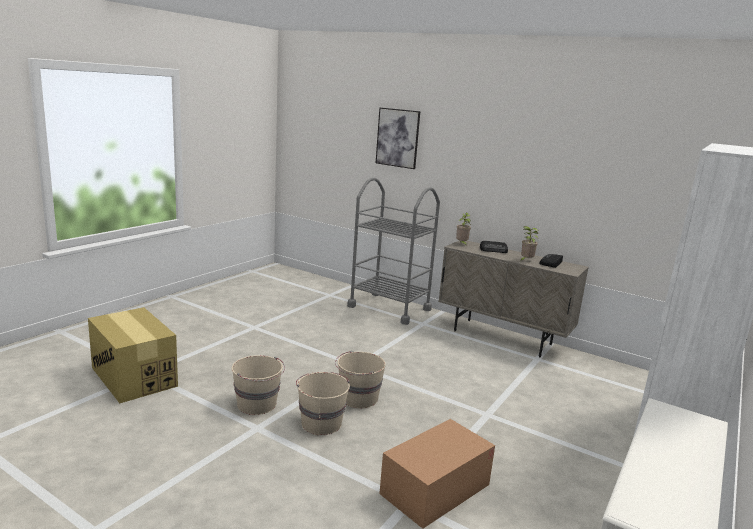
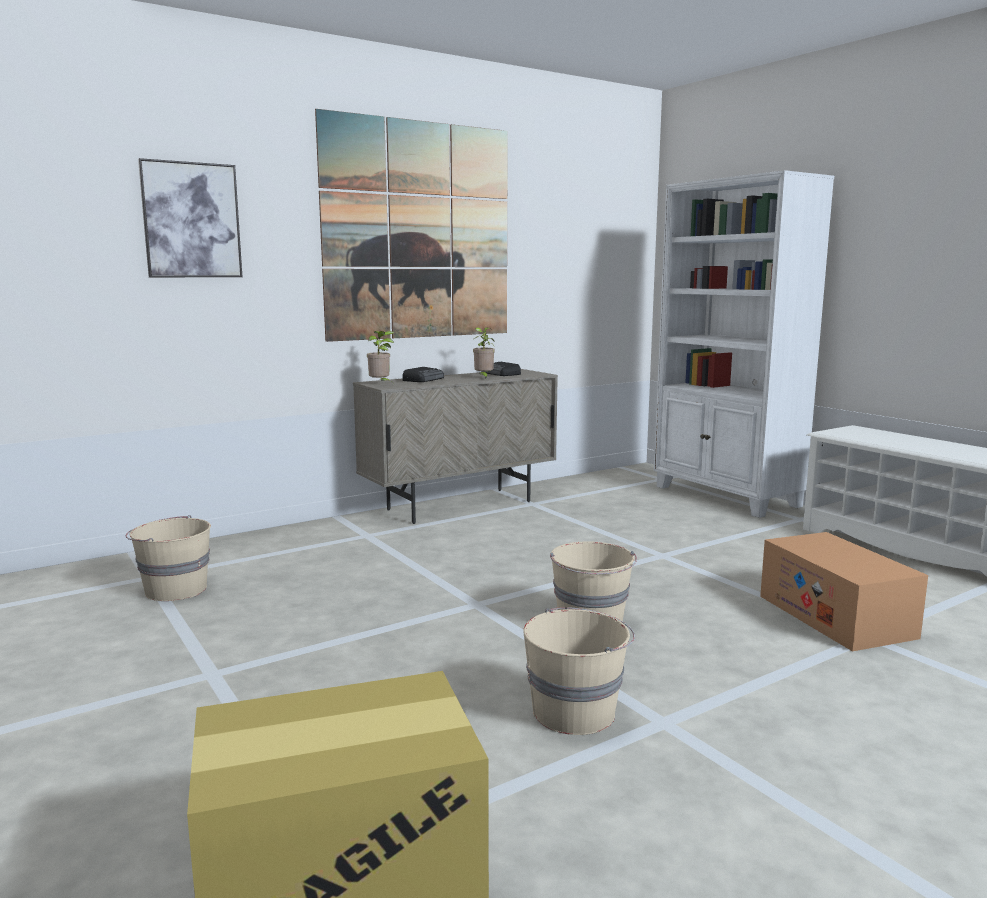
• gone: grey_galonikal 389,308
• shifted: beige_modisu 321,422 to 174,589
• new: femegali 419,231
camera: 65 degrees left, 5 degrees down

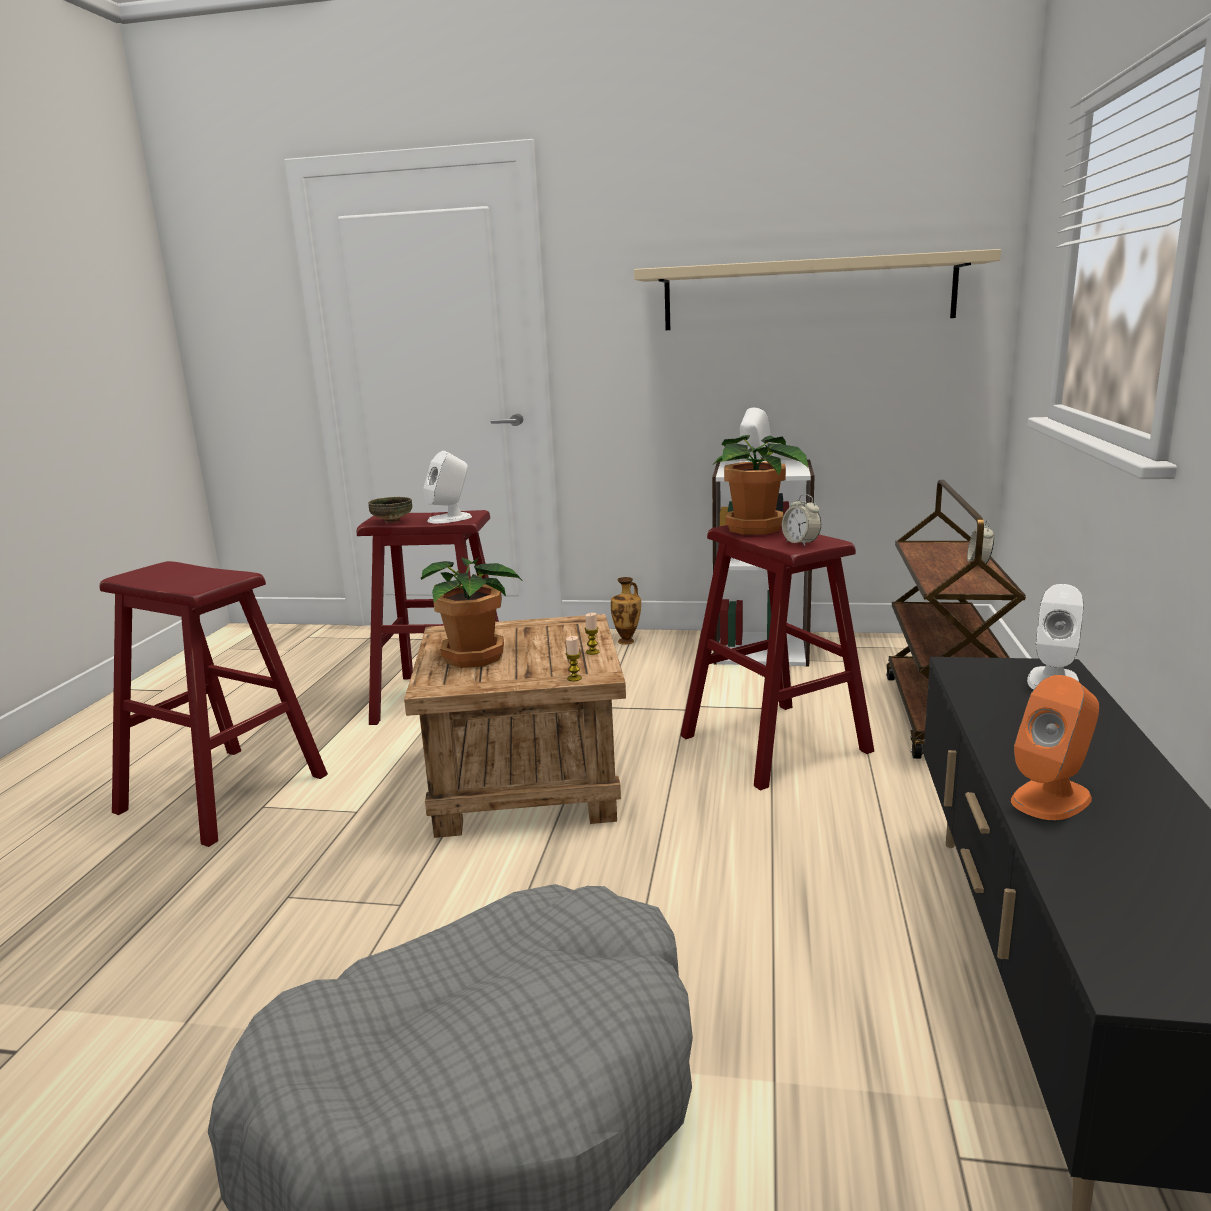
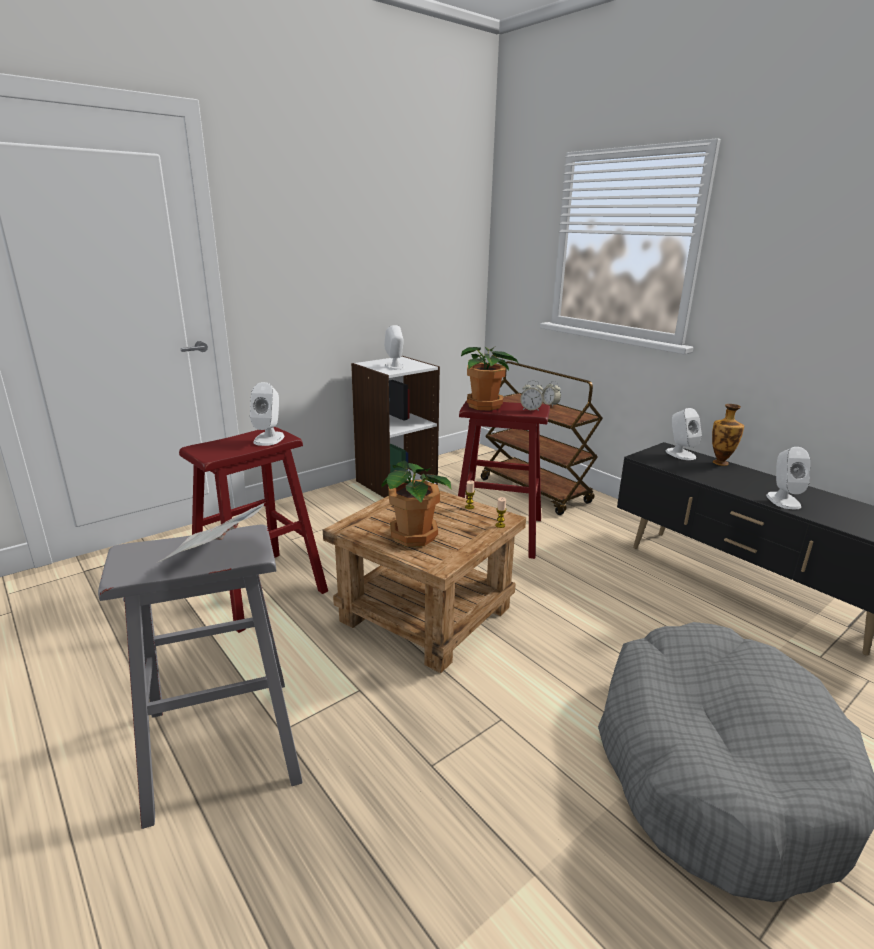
• gone: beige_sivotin 807,293
• gone: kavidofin 391,521
• repainted: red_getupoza 223,793 to grey_getupoza 223,744
• shifted: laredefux 627,641 to 720,462
• repainted: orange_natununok 1051,798 to white_natununok 783,500
• new: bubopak 217,557
camera: 50 degrees left, 5 degrees up

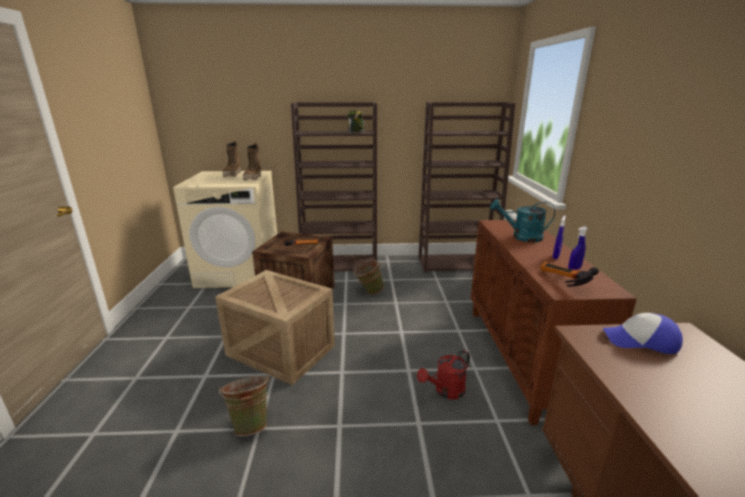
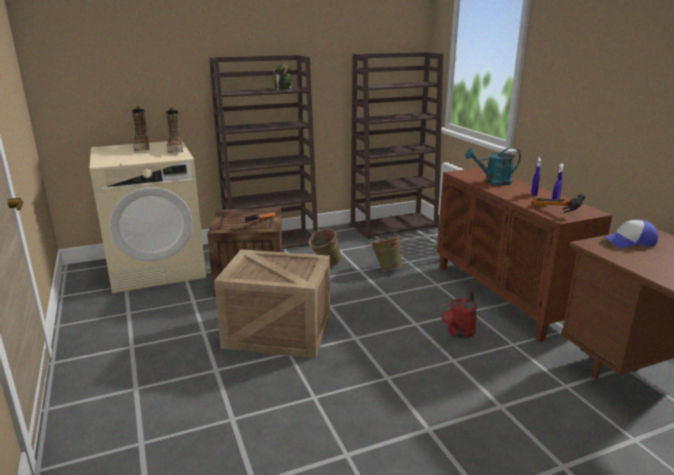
• shifted: green_modisu 251,423 to 386,268
camera: 20 degrees left, 0 degrees up

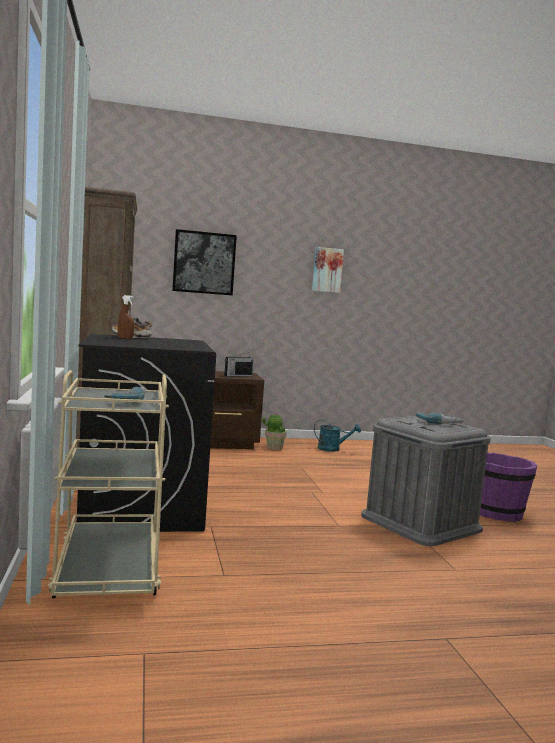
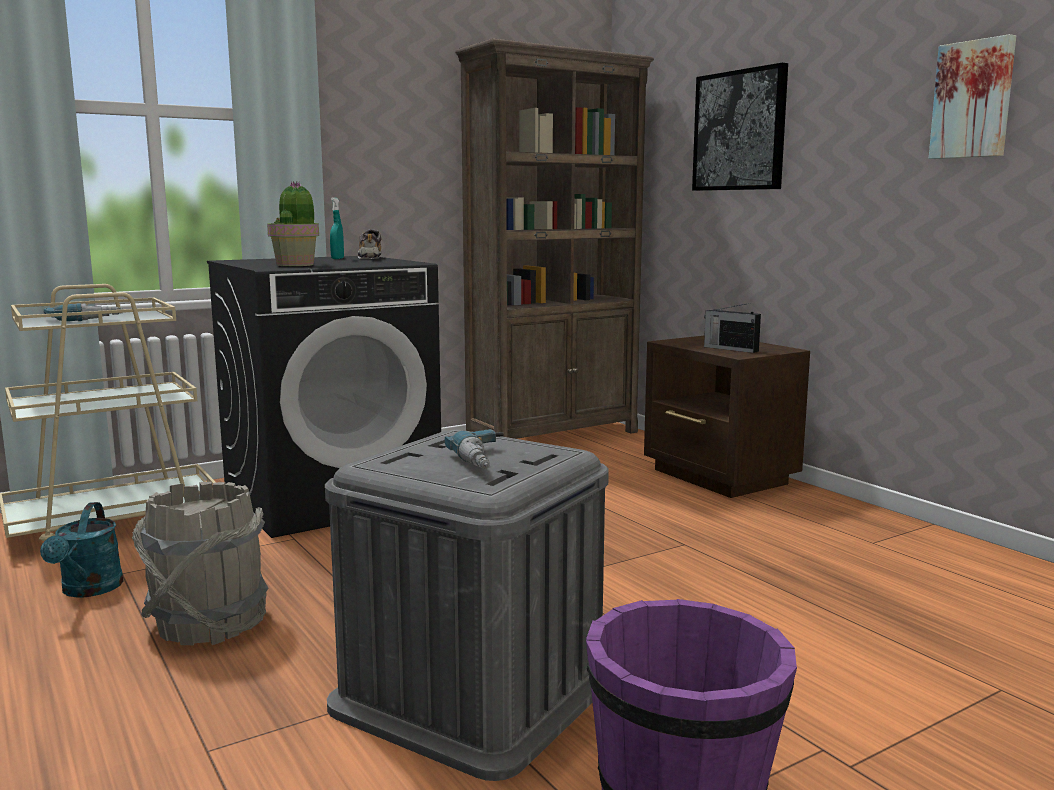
• repainted: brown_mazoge 125,338 to turquoise_mazoge 337,259
• shifted: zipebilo 274,447 to 296,265
• shifted: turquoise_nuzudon 333,449 to 89,590
• new: grey_modisu 209,624
camera: 70 degrees right, 5 degrees up

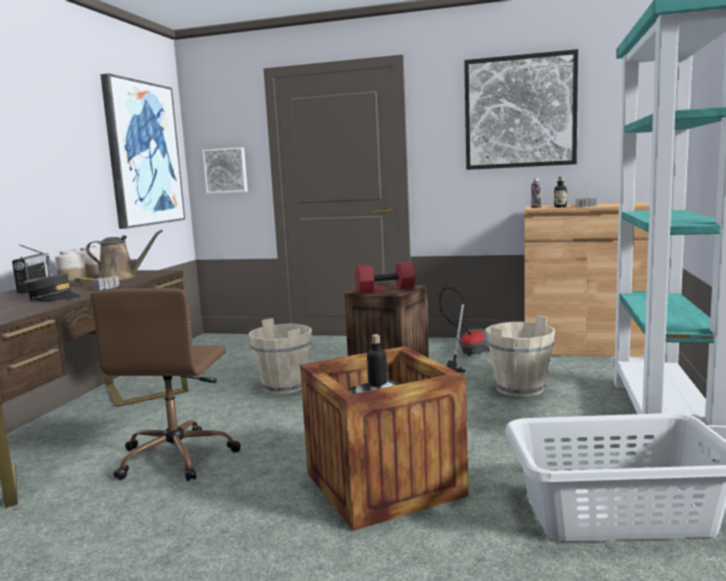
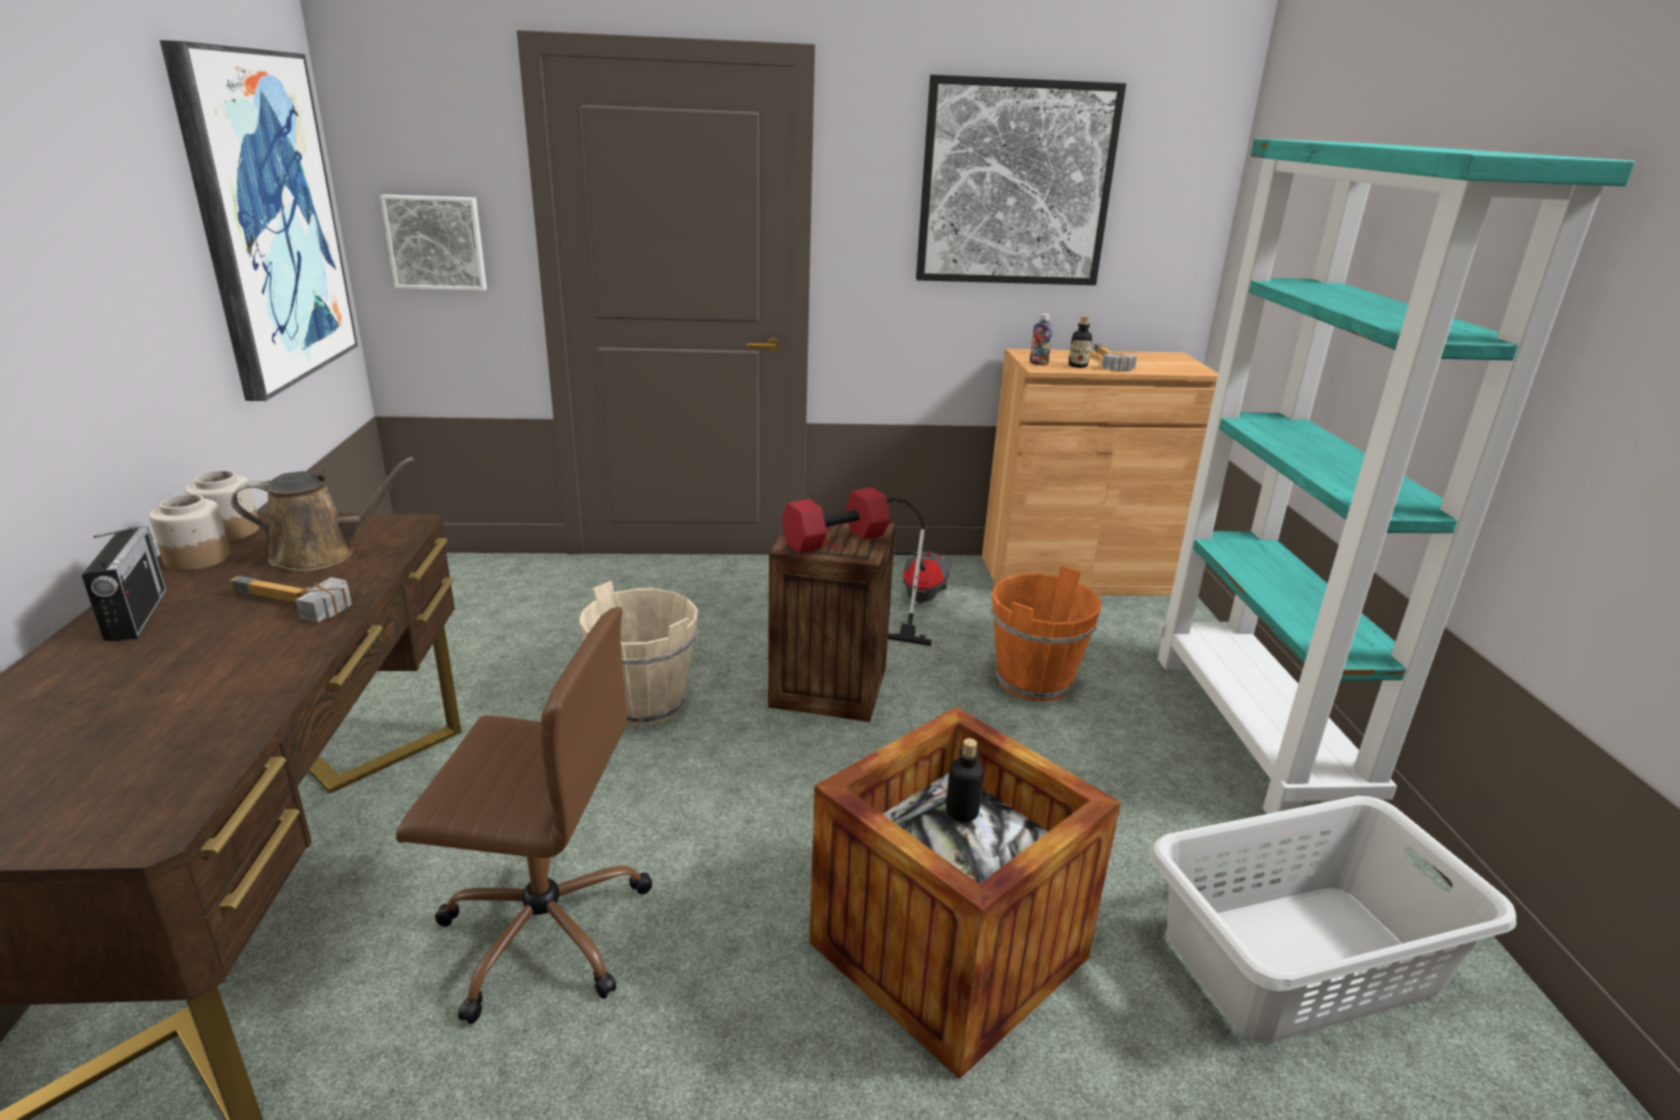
• gone: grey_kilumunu 53,298
• rotated: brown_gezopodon 177,456 = 541,929 75 degrees counterclockwise
• repainted: beige_modisu 520,388 to orange_modisu 1034,681
camera: 20 degrees left, 15 degrees up

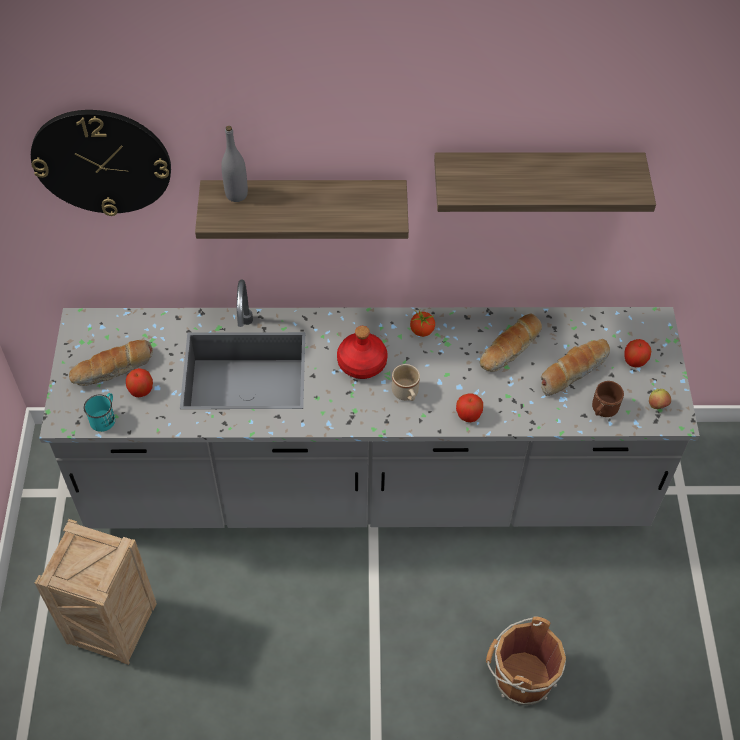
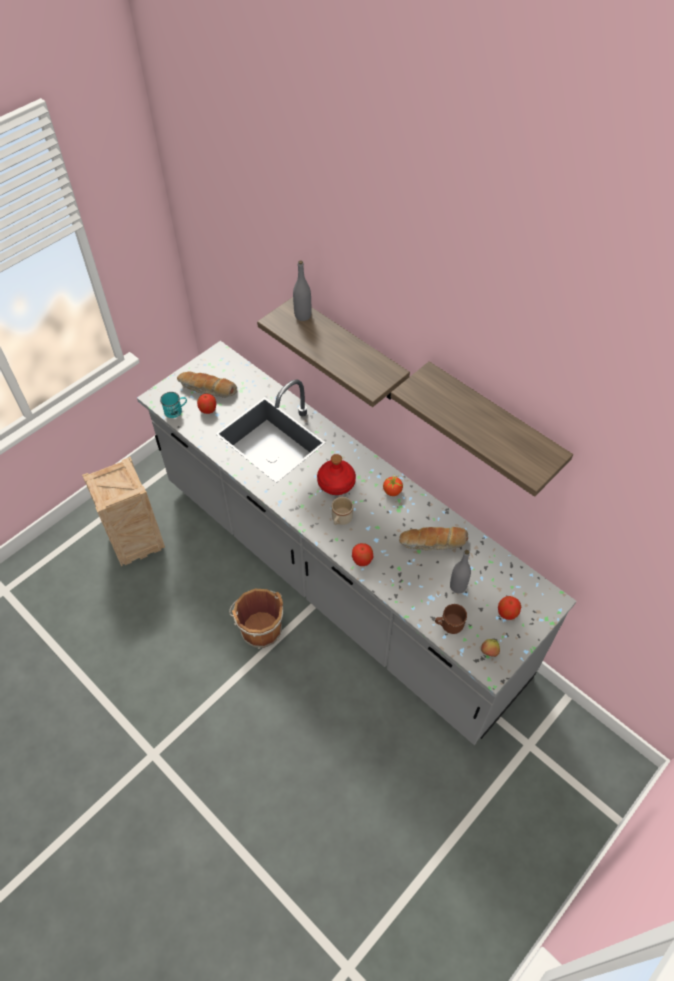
• gone: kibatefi 102,161
• swapped: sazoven 573,371 to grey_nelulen 458,586
• shifted: brown_modisu 520,677 to 260,628
camera: 45 degrees right, 0 degrees up

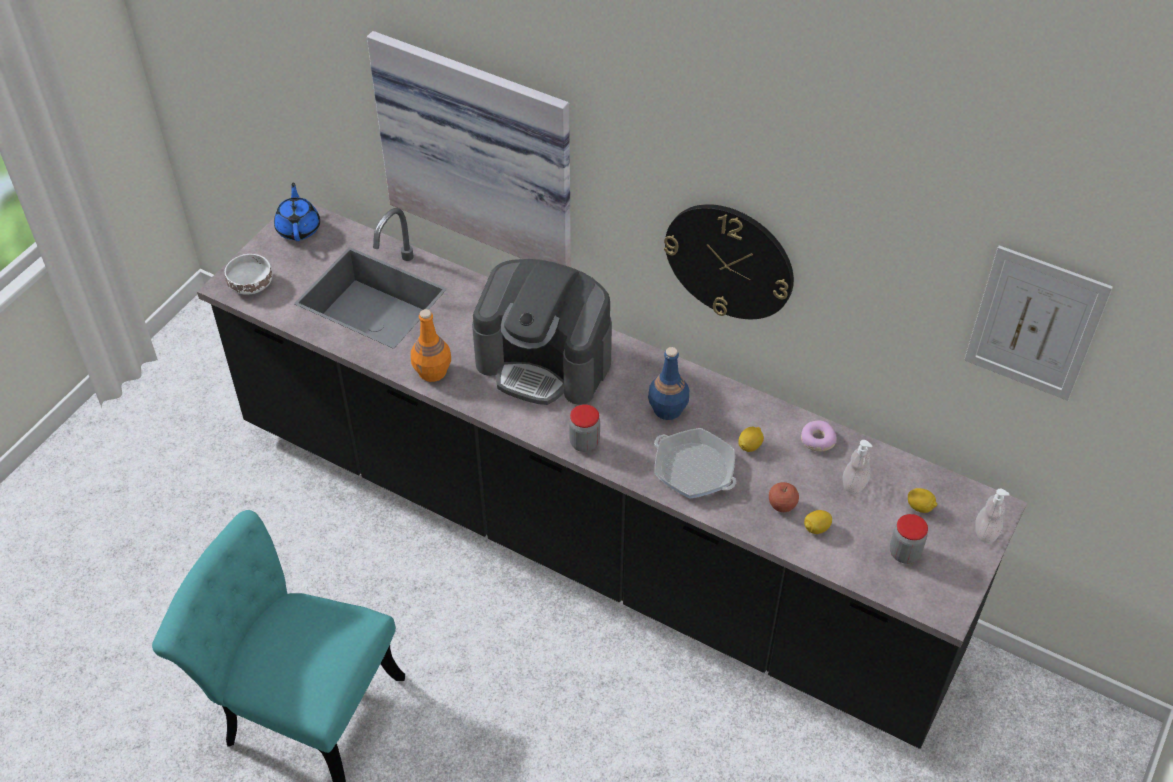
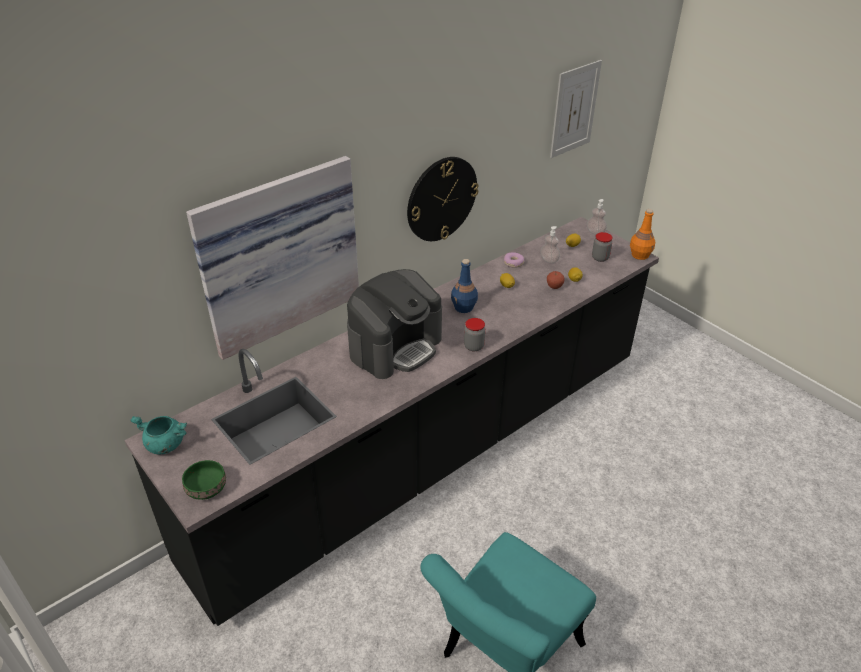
• swapped: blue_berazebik 298,228 to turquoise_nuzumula 164,445
• repainted: white_kavidofin 251,283 to green_kavidofin 206,487
• shifted: orange_nelulen 433,371 to 640,255
• gone: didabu 694,469
camera: 70 degrees left, 10 degrees down

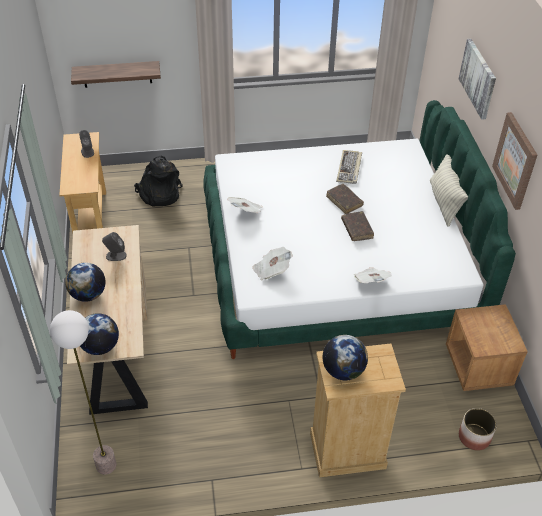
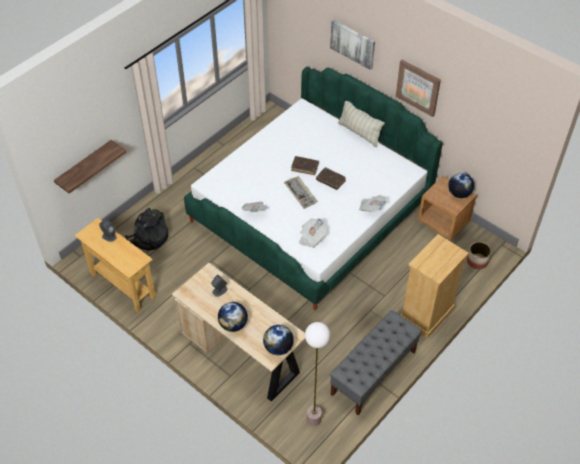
• shifted: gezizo 349,168 to 301,193
• shifted: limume 343,370 to 459,193
• new: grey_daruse 373,373
camera: 40 degrees left, 5 degrees up

